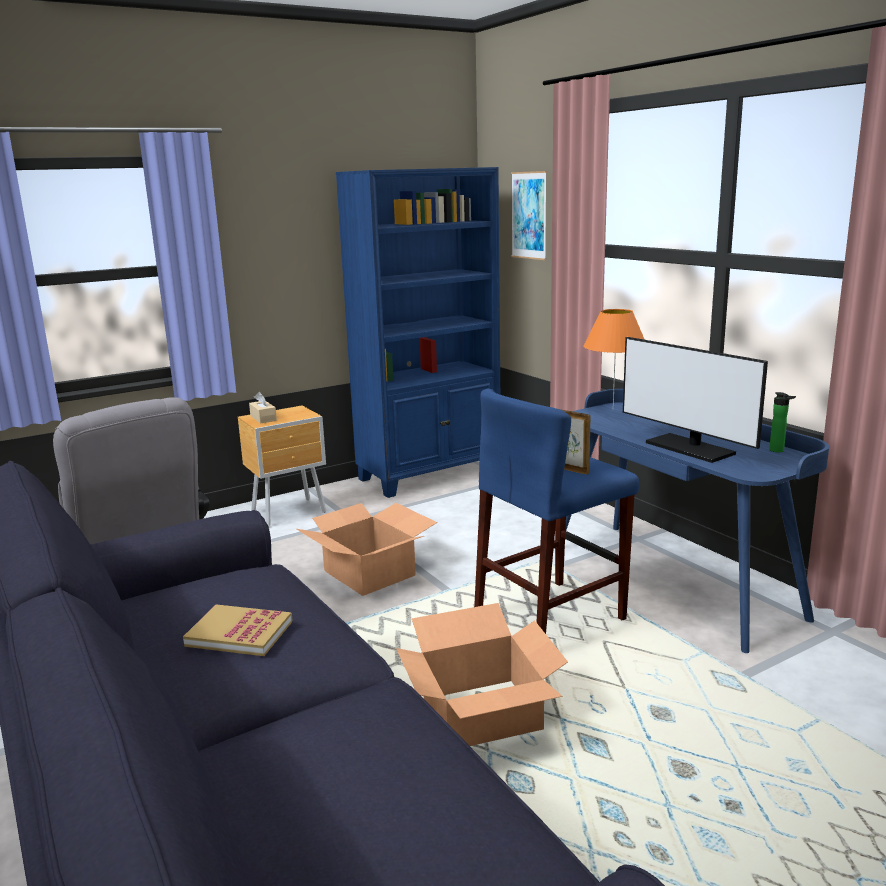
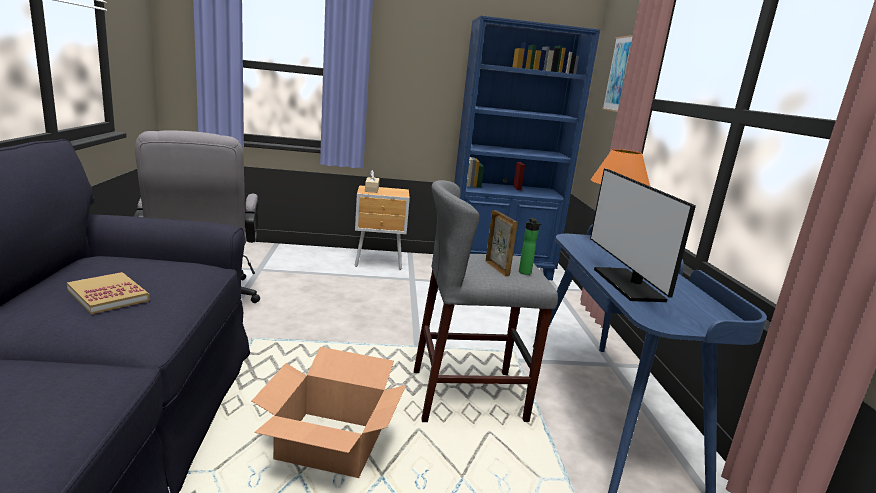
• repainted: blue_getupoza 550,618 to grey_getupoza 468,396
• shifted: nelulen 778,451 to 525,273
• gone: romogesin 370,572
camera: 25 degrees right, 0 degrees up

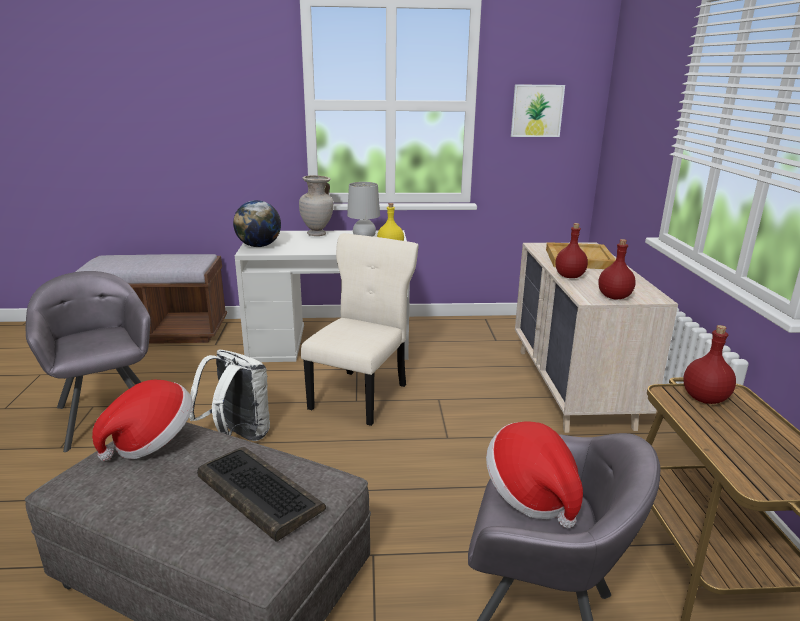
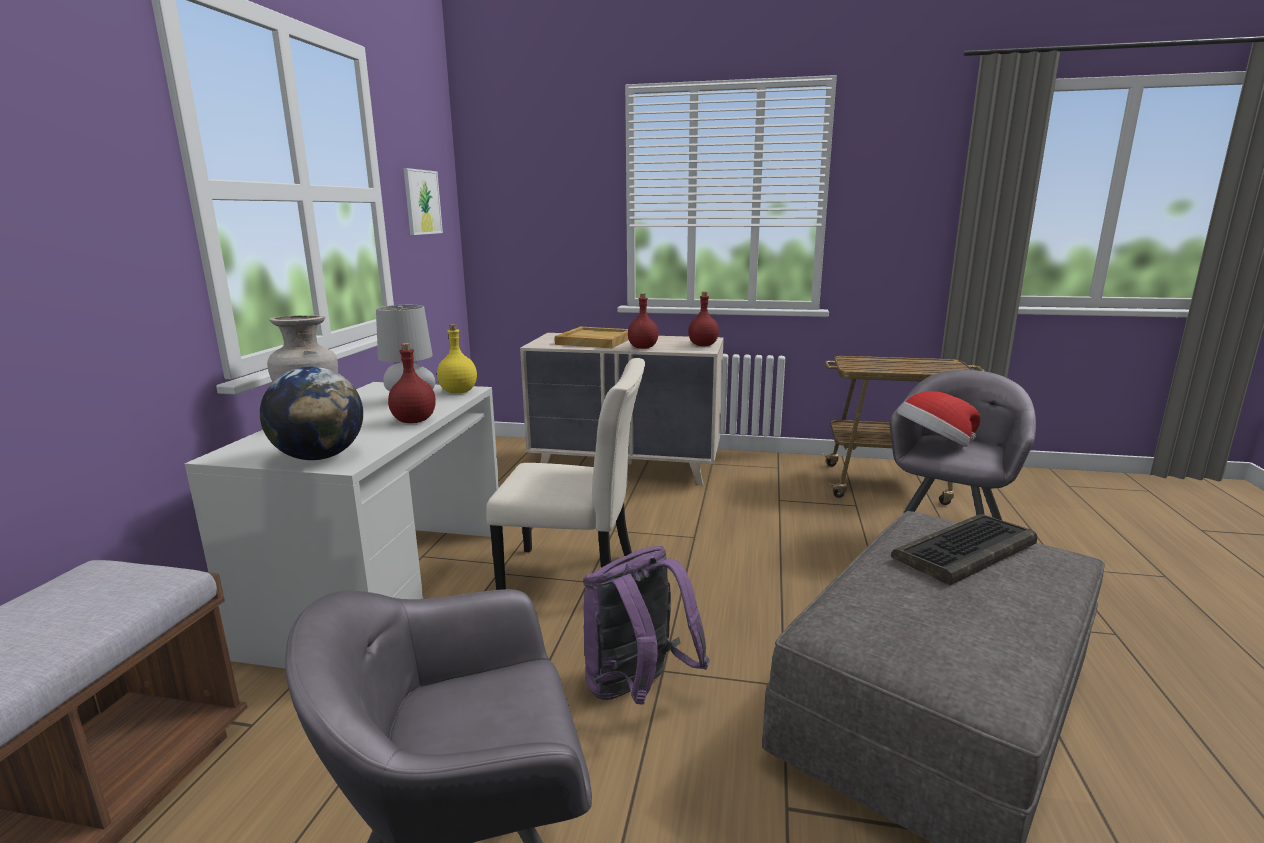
• rotated: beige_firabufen 361,395 = 574,576 150 degrees clockwise
• shifted: red_nelulen 704,398 to 413,421
• repainted: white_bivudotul 238,435 to purple_bivudotul 637,690
• gone: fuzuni 151,441
camera: 75 degrees left, 5 degrees down

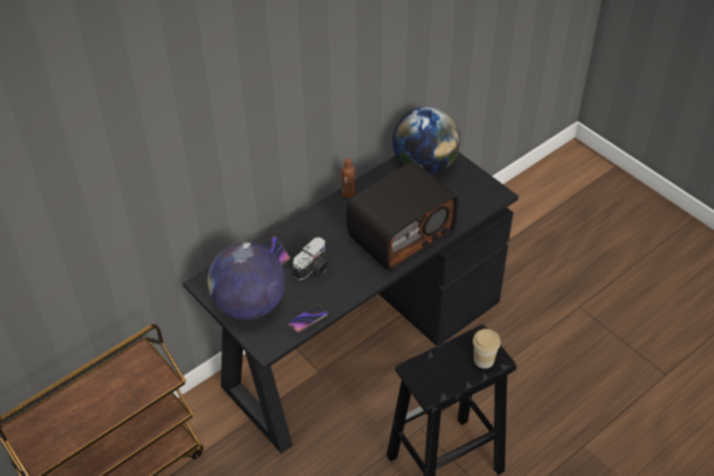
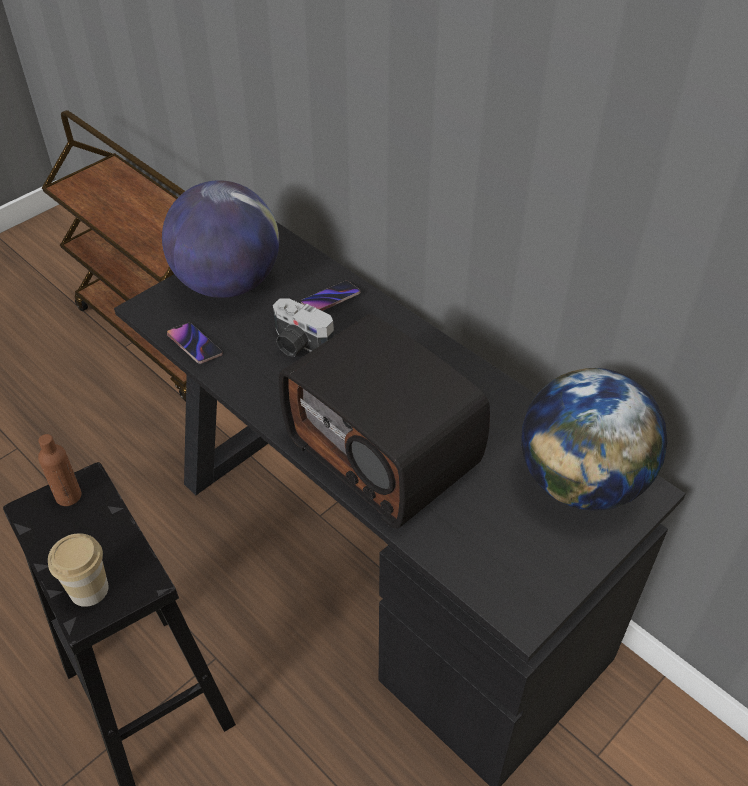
• shifted: brown_nelulen 348,193 to 68,496
camera: 85 degrees right, 0 degrees up

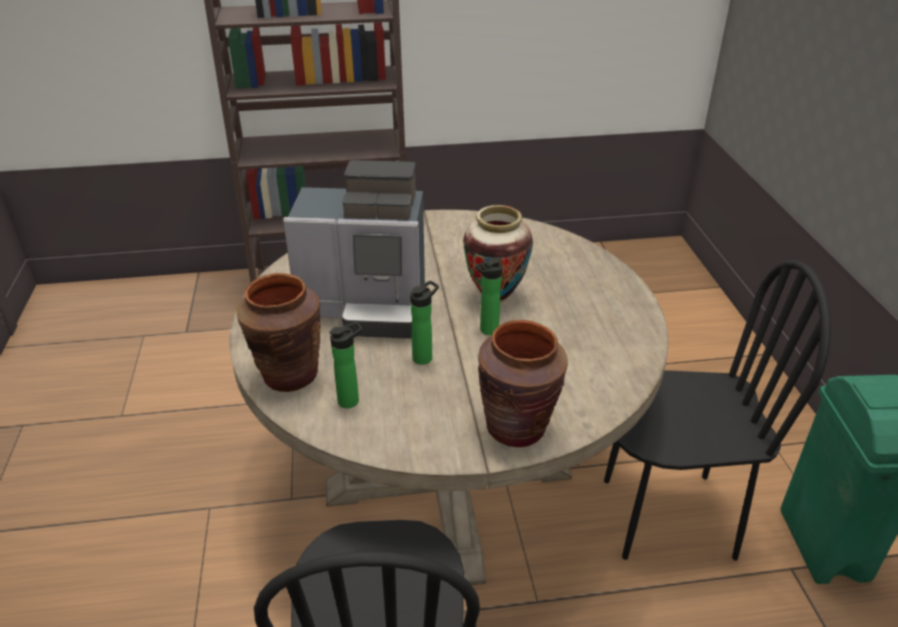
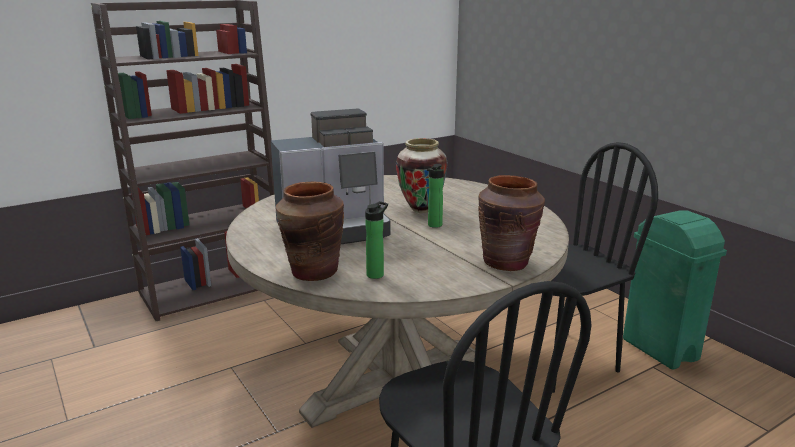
• gone: nelulen 425,357
camera: 25 degrees left, 15 degrees down

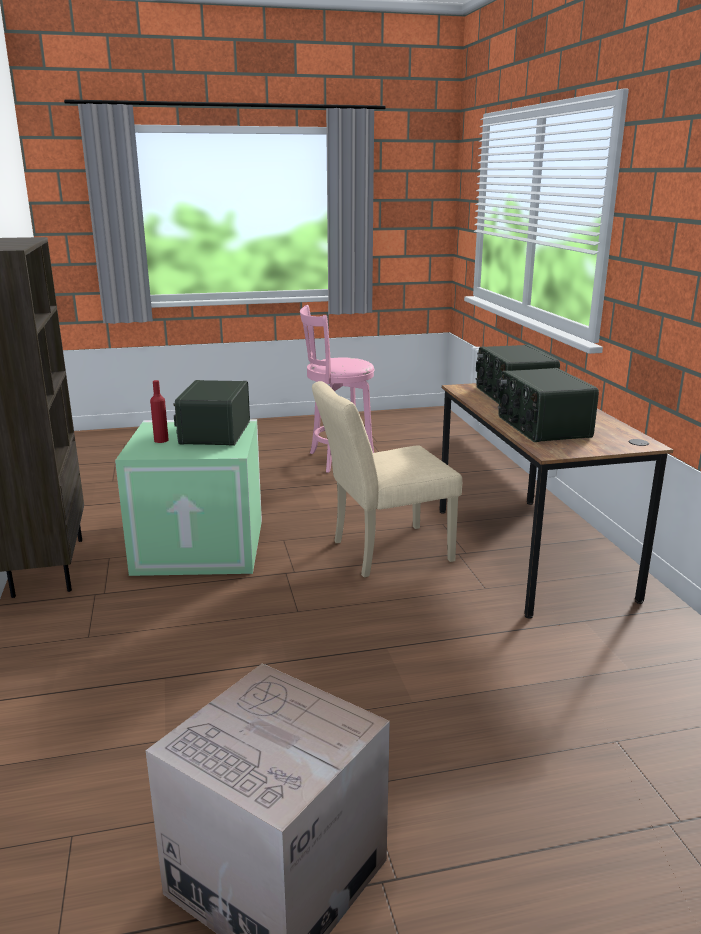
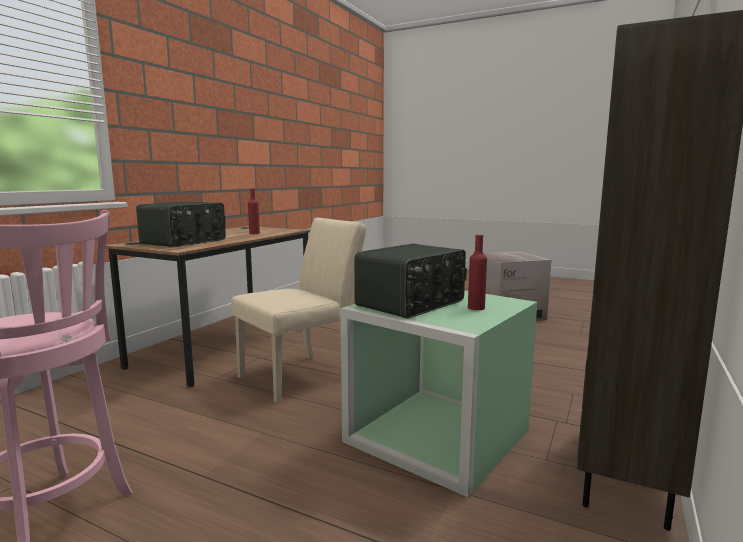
• swapped: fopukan 541,427 to red_nelulen 254,233
• rotated: beige_firabufen 383,552 = 303,375 60 degrees counterclockwise
camera: 140 degrees left, 10 degrees down

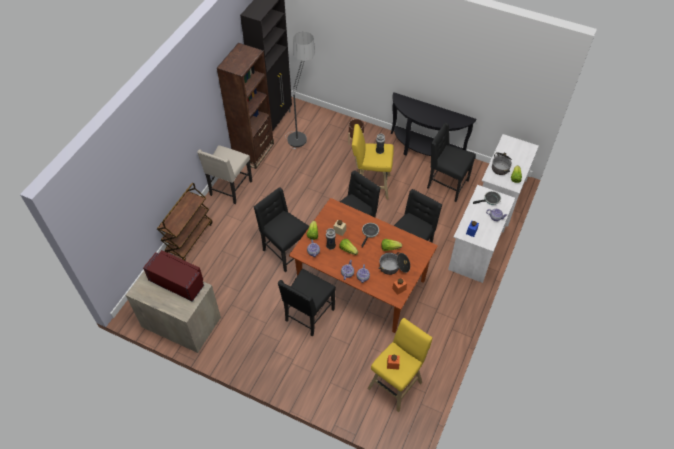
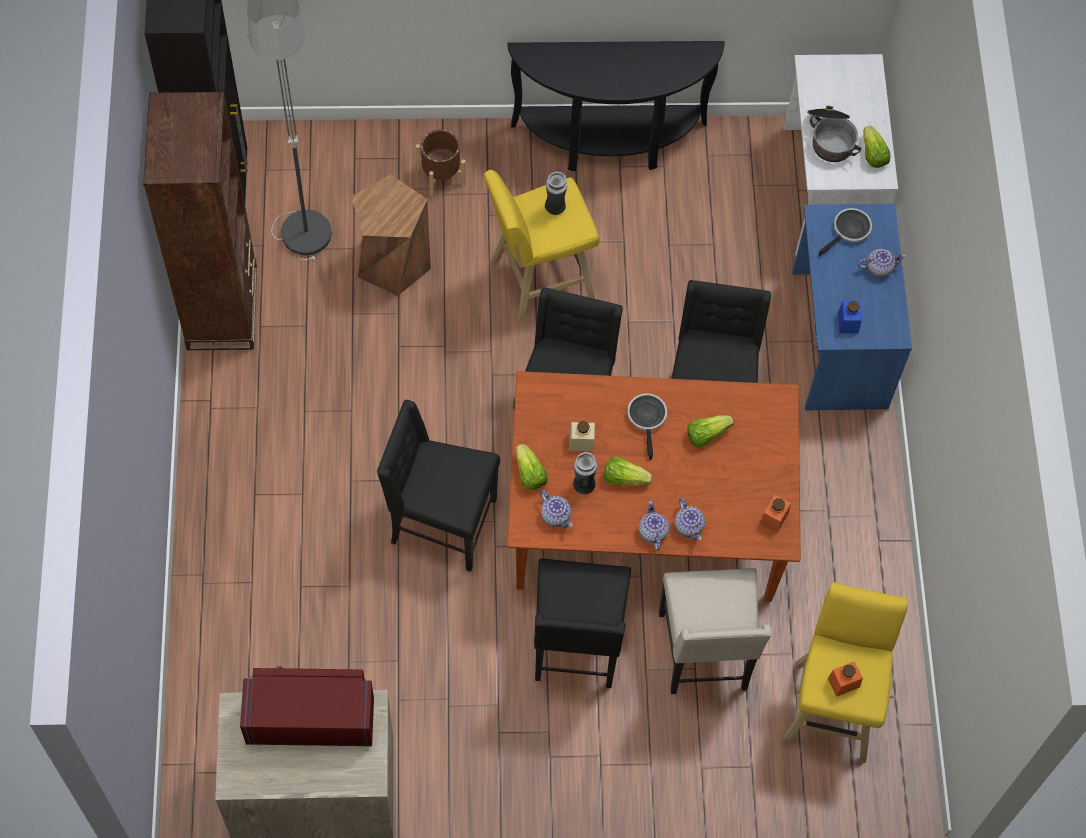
• gone: black_firabufen 446,184
• shifted: beige_firabufen 230,189 to 705,653
• gone: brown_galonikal 189,238
• repainted: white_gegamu 475,250 to blue_gegamu 837,339
• gone: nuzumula 394,267
• new: brown_getupoza 392,263
camera: 30 degrees left, 10 degrees up

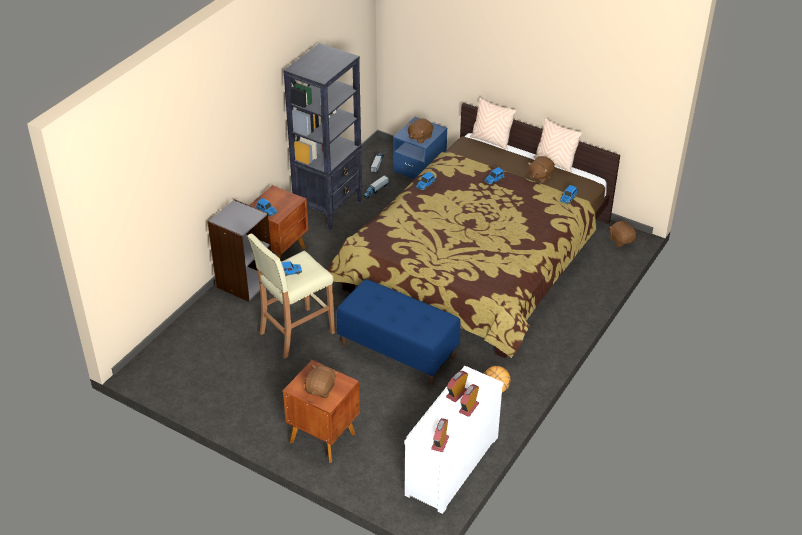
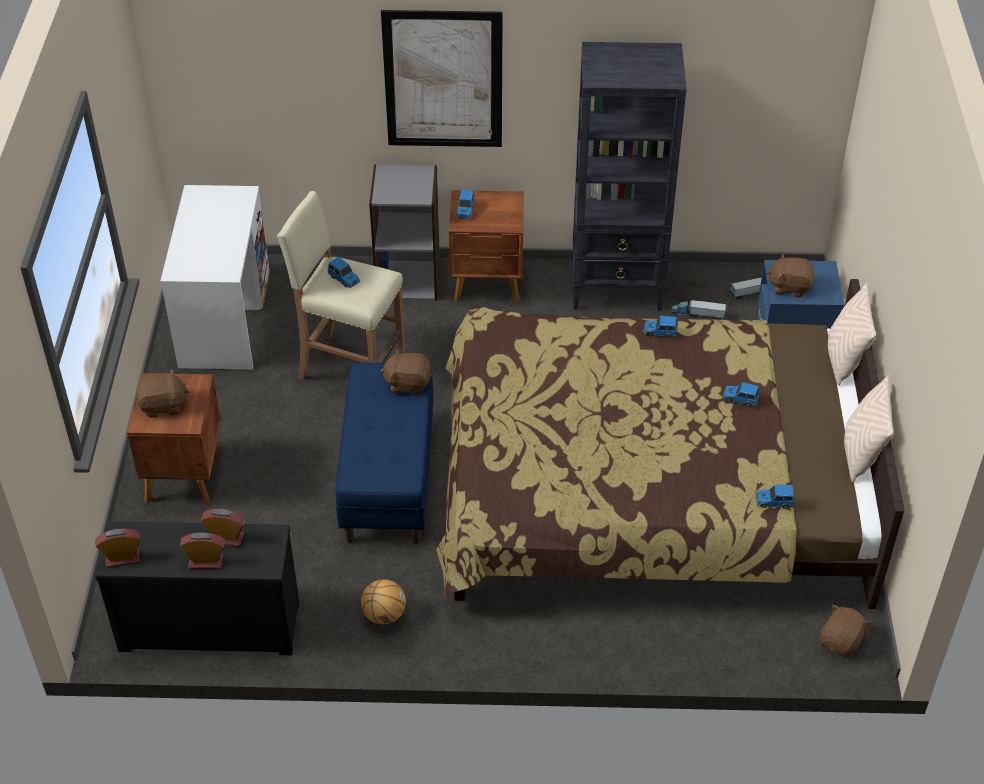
• shifted: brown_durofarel 540,176 to 408,383
• repainted: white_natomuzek 449,464 to black_natomuzek 210,622
• new: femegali 443,80
• new: white_gegamu 225,319
camera: 60 degrees right, 5 degrees up

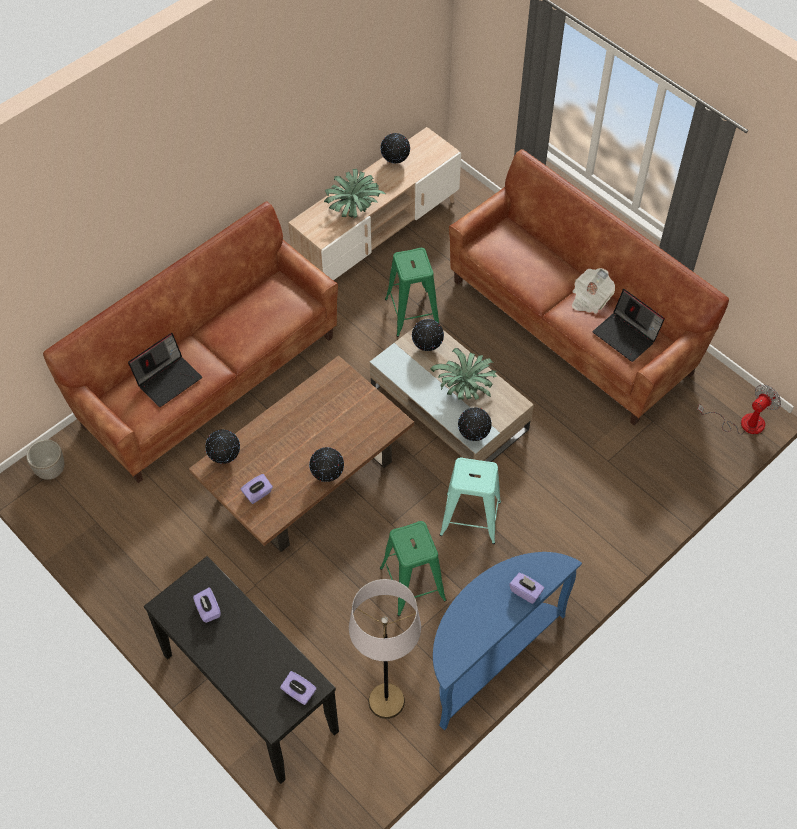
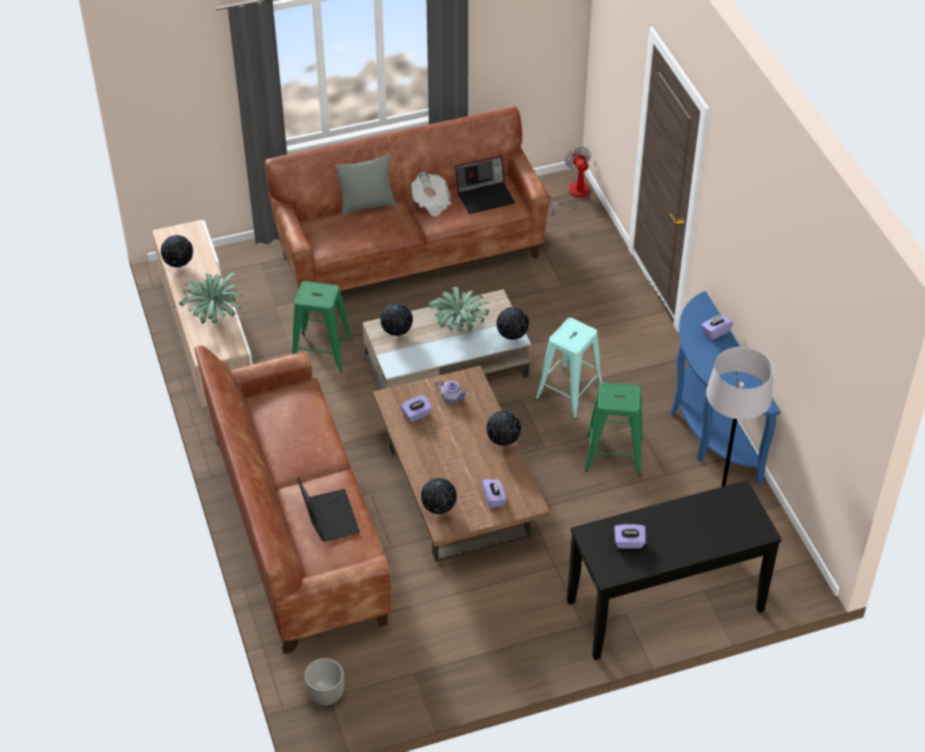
• shifted: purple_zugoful 299,693 to 417,415
• new: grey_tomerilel 367,205
• new: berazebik 452,397
camera: 65 degrees left, 10 degrees down

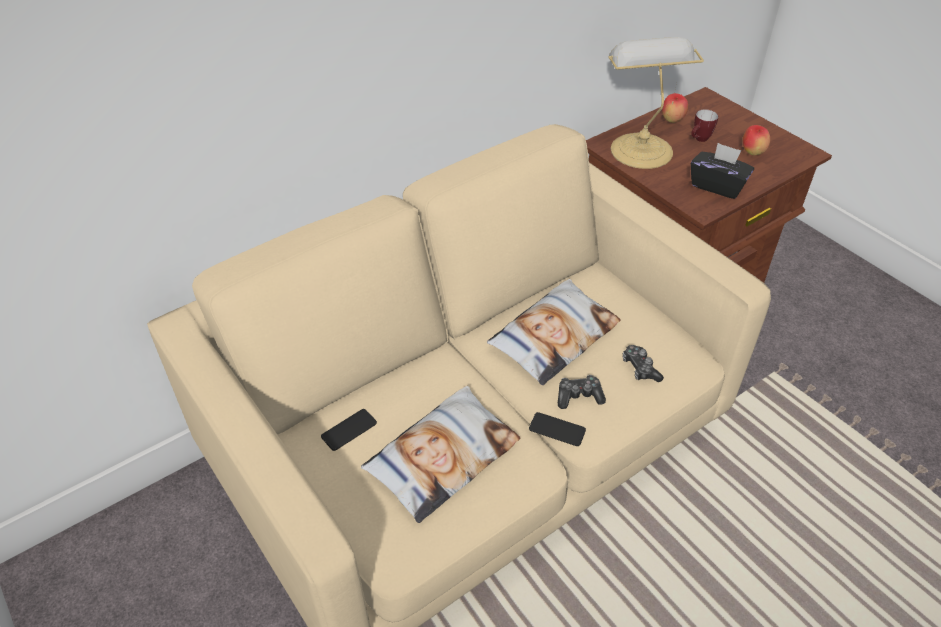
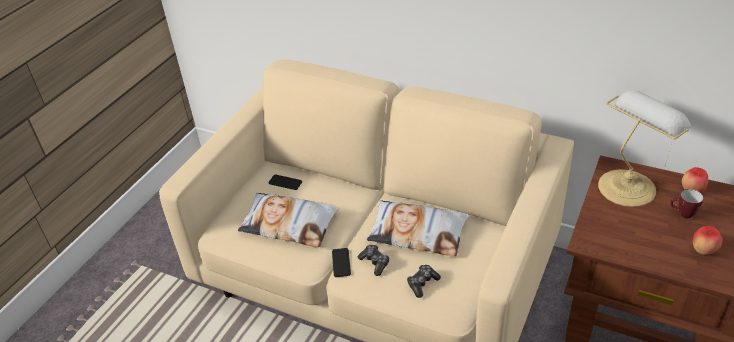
• gone: black_zugoful 717,186
camera: 65 degrees right, 5 degrees down

